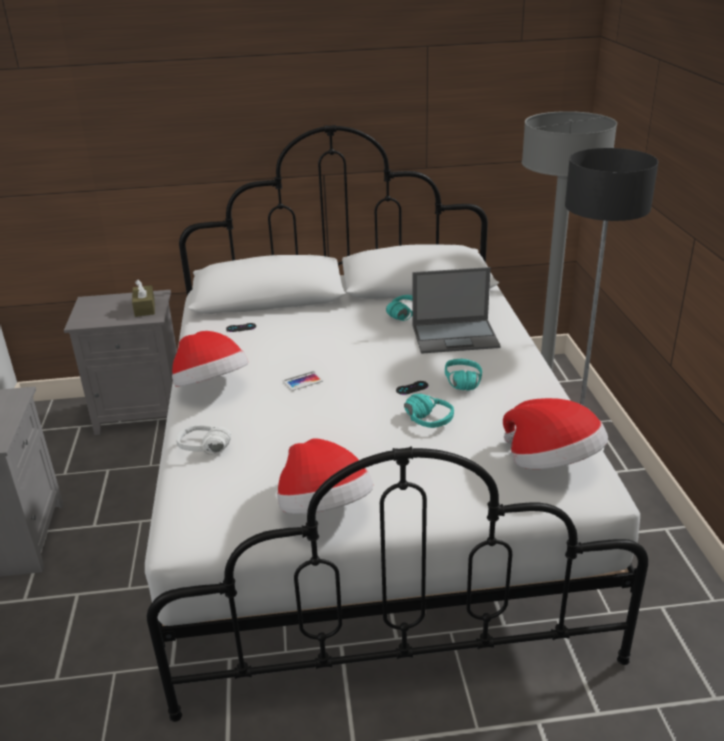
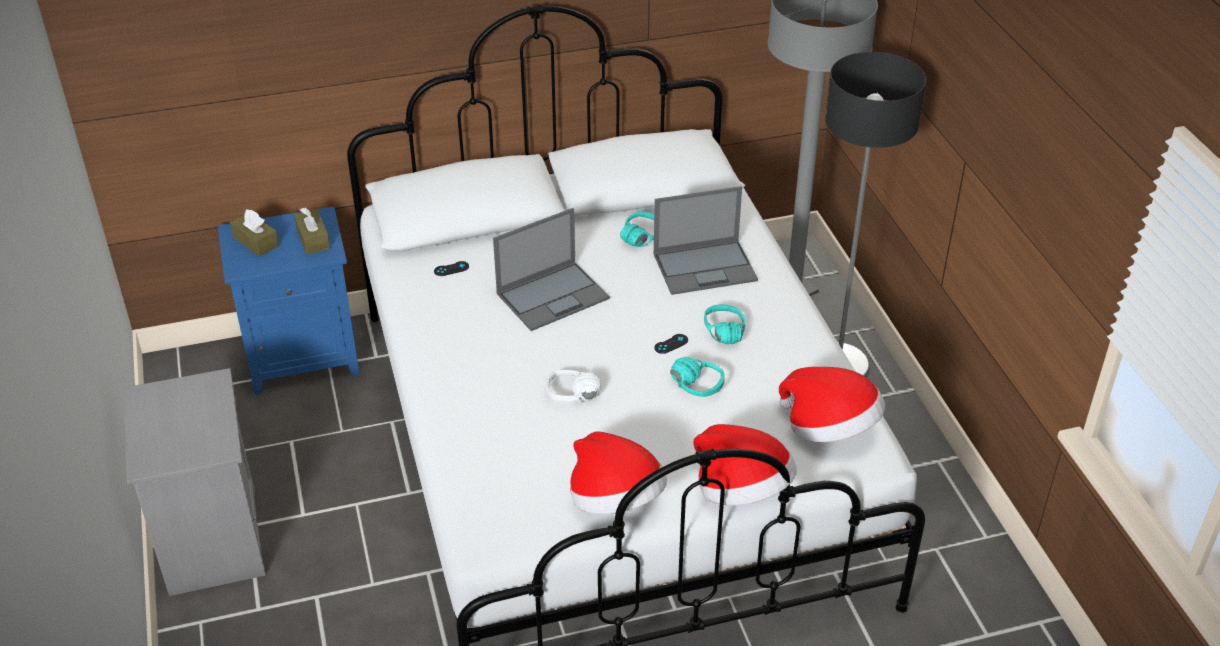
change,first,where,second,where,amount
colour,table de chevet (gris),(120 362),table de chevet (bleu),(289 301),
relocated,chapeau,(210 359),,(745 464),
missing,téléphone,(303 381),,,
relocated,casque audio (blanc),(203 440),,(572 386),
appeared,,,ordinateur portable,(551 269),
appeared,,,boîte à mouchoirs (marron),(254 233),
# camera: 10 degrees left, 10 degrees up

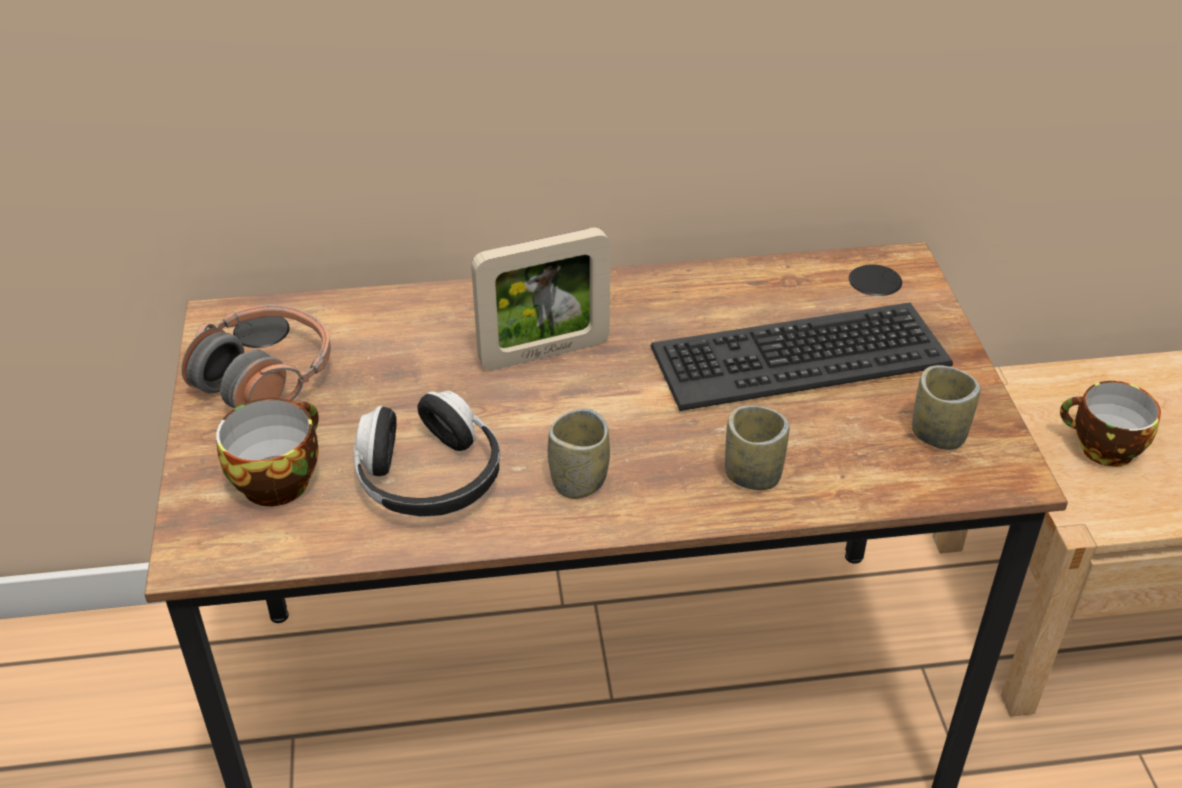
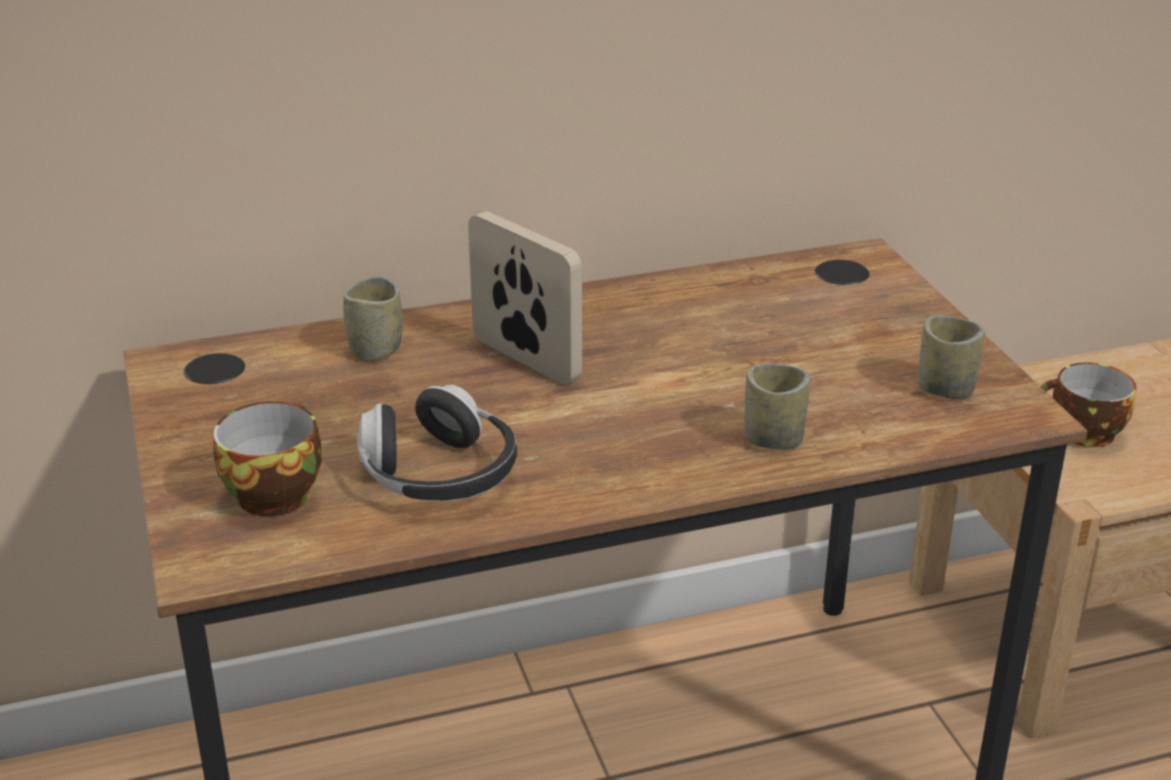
change,first,where,second,where,amount
spun,cadre photo,(541 298),,(525 298),105 degrees counterclockwise
missing,clavier,(802 356),,,
missing,casque audio,(256 356),,,
relocated,tasse,(579 454),,(373 319),
# camera: 10 degrees left, 10 degrees down

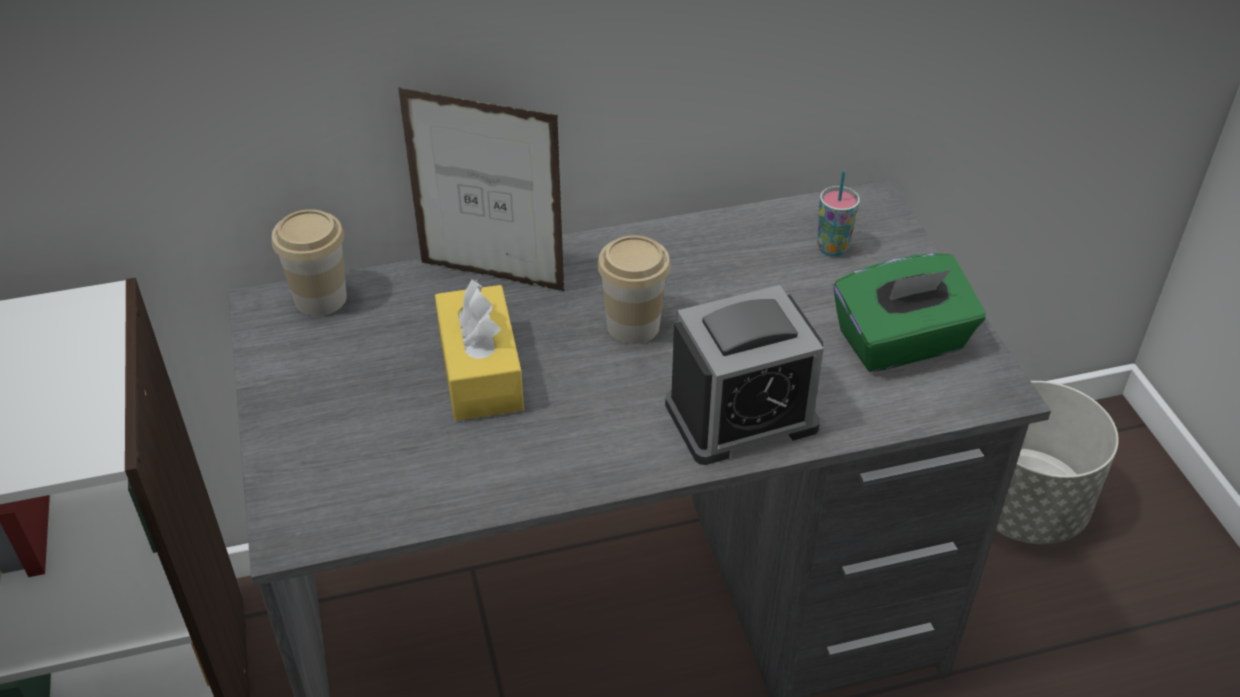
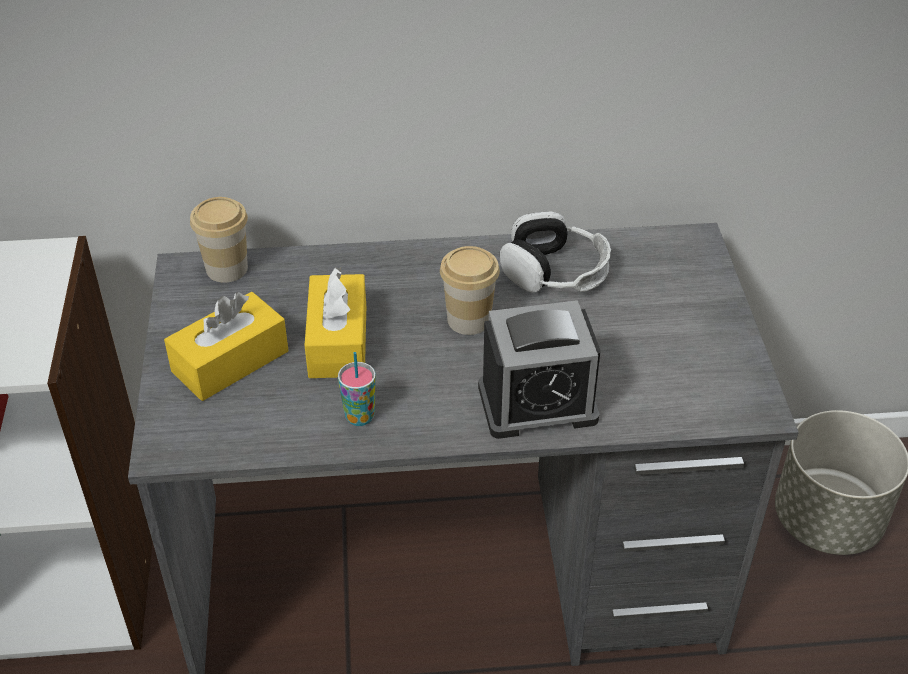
change,first,where,second,where,amount
missing,cadre photo,(481 189),,,
relocated,tasse,(838 214),,(357 389),
missing,boîte à mouchoirs (vert),(910 312),,,
appeared,,,casque audio,(555 252),
appeared,,,boîte à mouchoirs (jaune),(226 346),
# camera: 10 degrees right, 0 degrees up

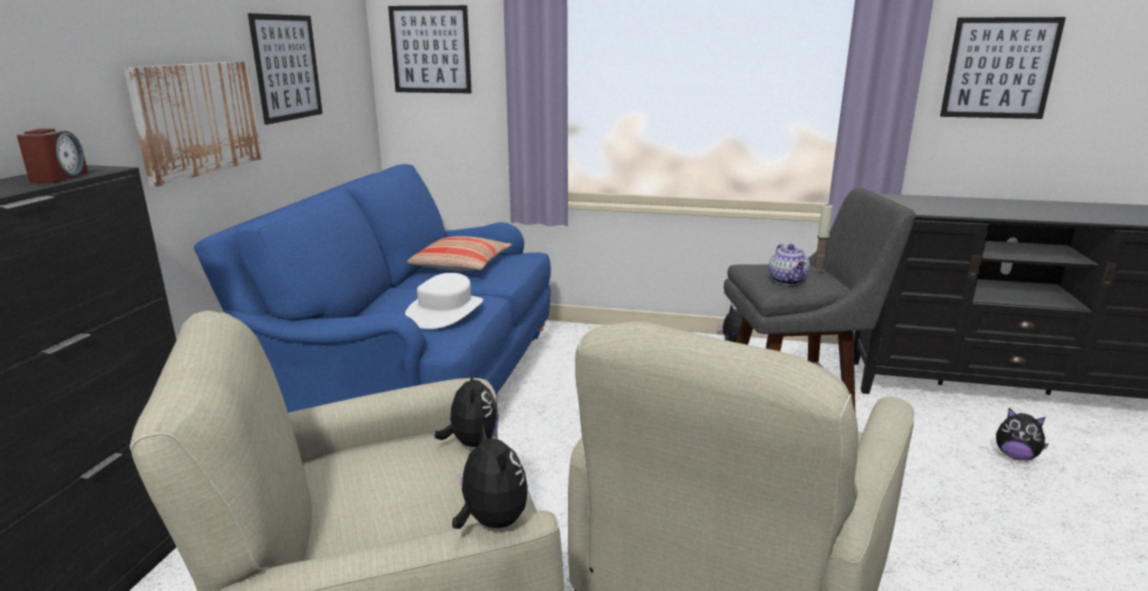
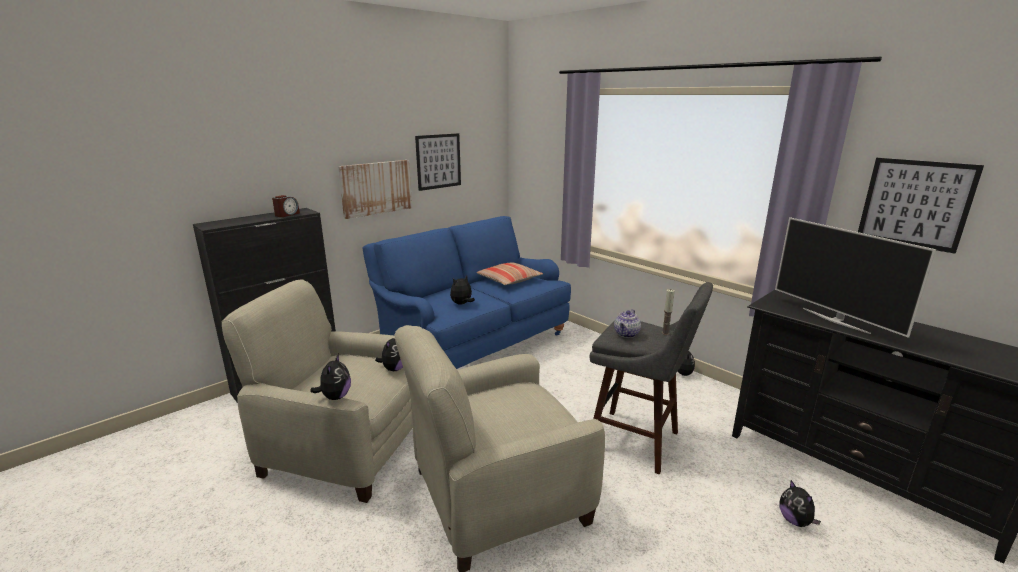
change,first,where,second,where,amount
missing,tableau,(430 49),,,
exchanged,chapeau (blanc),(444 301),peluche,(462 290),
appeared,,,téléviseur,(855 277),
# camera: 35 degrees right, 0 degrees up

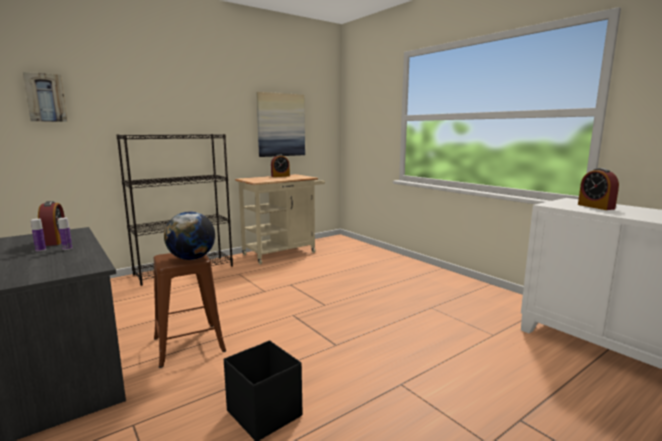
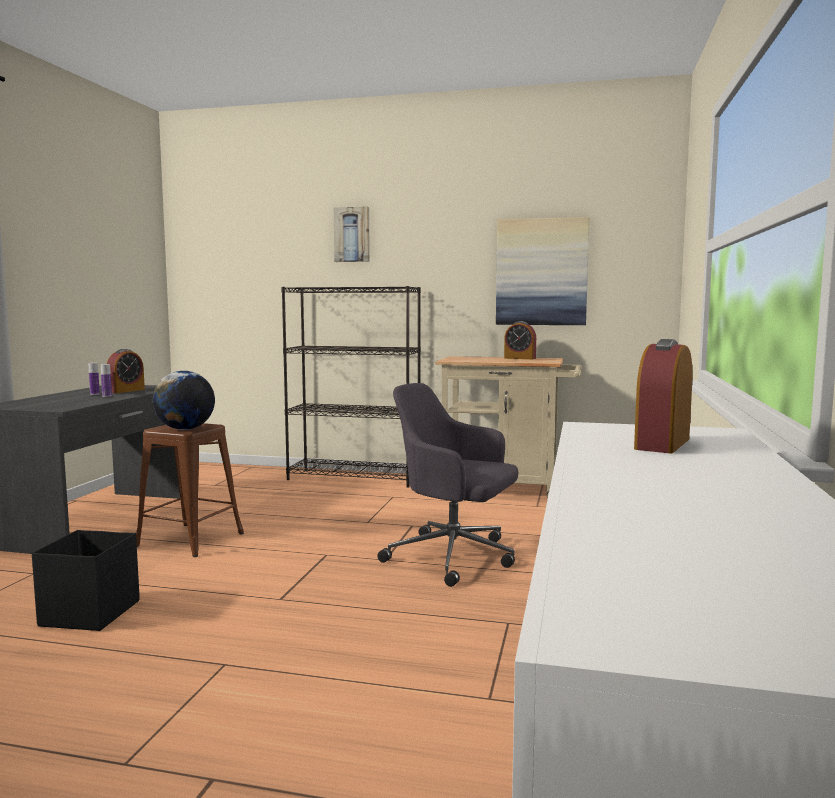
change,first,where,second,where,amount
relocated,tableau,(45 97),,(352 234),
appeared,,,chaise de bureau (gris),(447 485),
# camera: 50 degrees right, 5 degrees down

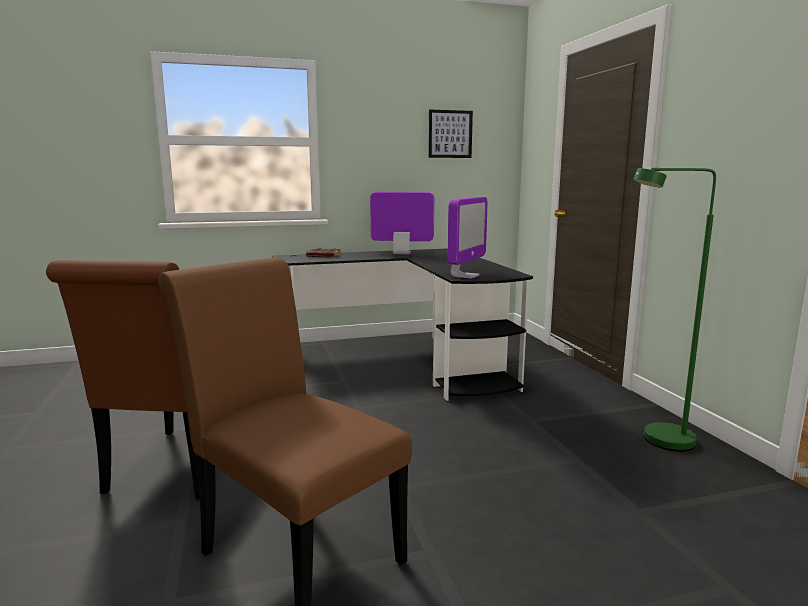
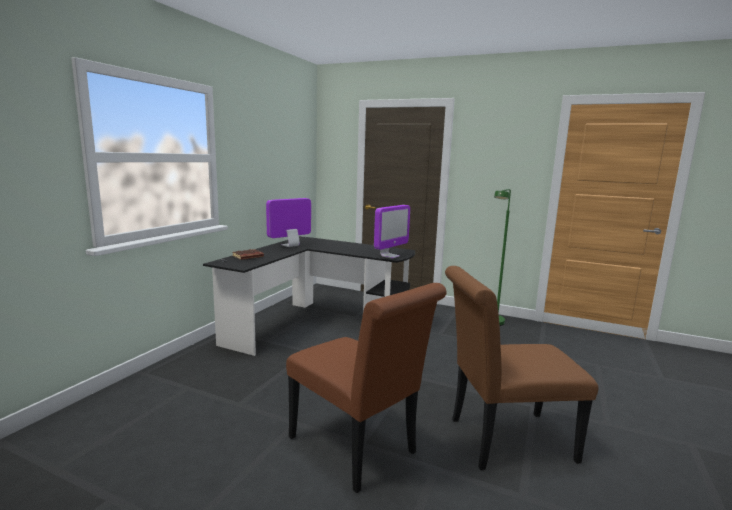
change,first,where,second,where,amount
missing,tableau,(450 133),,,
spun,écran d'ordinateur,(468 237),,(392 231),60 degrees clockwise
# camera: 50 degrees left, 0 degrees up

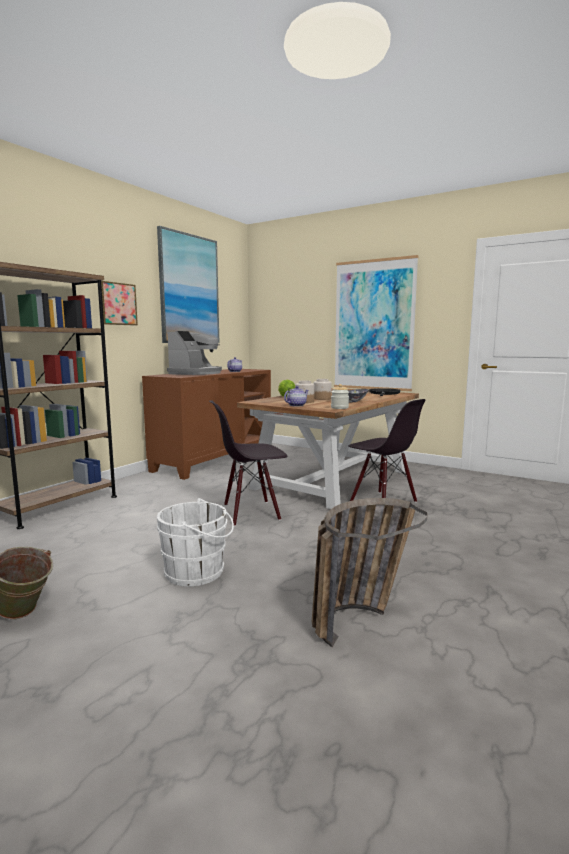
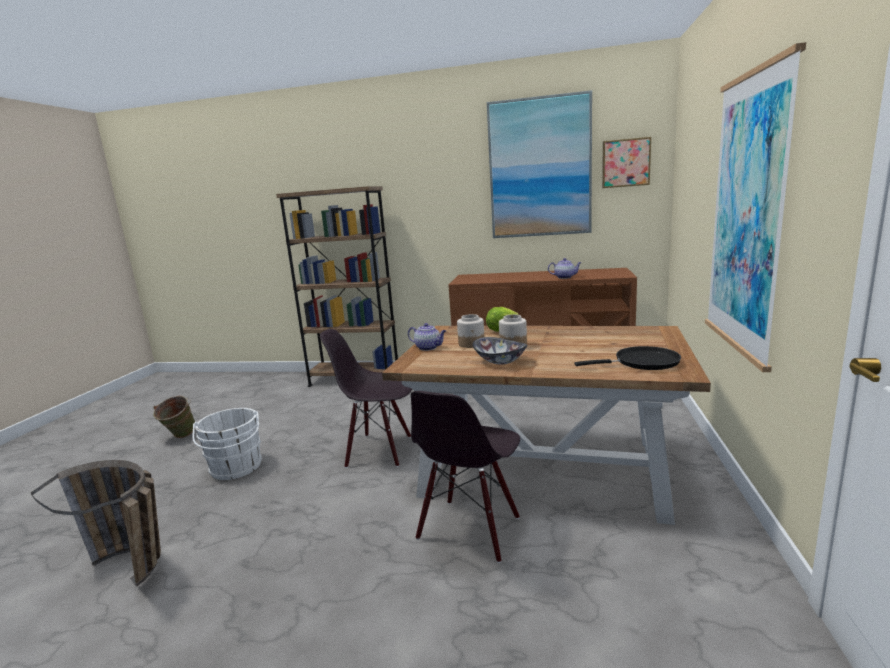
change,first,where,second,where,amount
relocated,tableau,(119 303),,(626 162),
missing,machine à café,(194 353),,,
missing,bocal,(340 396),,,
spun,chaise (noir),(248 463),,(366 398),45 degrees counterclockwise
# camera: 70 degrees right, 5 degrees up

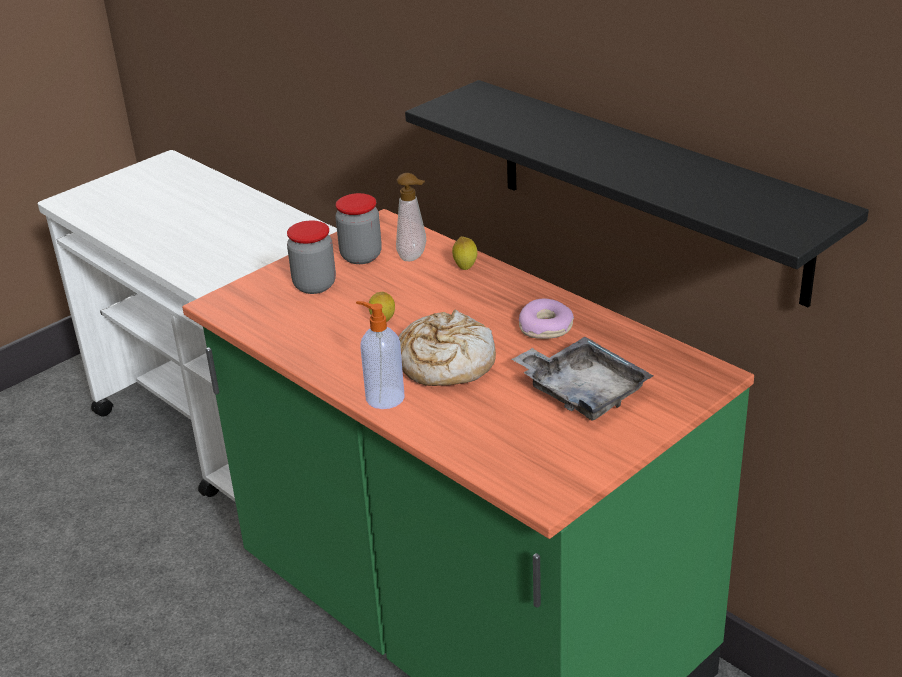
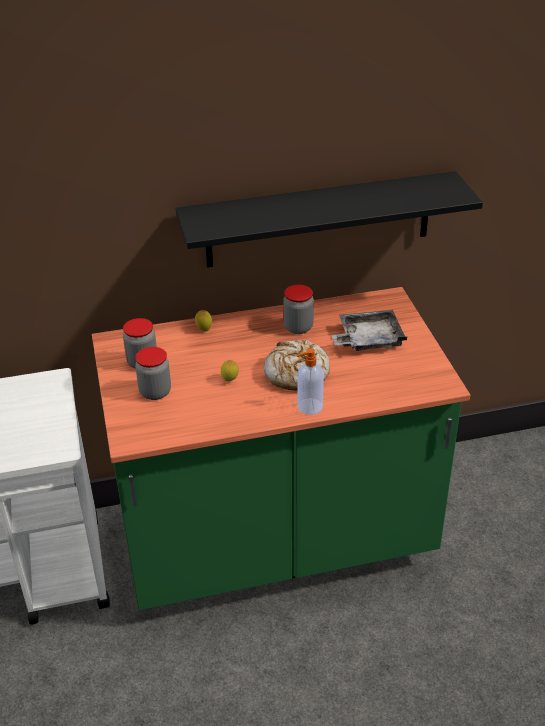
change,first,where,second,where,amount
missing,distributeur de savon,(411 217),,,
exchanged,beignet,(546 319),bocal,(298 309),
# camera: 60 degrees left, 5 degrees up

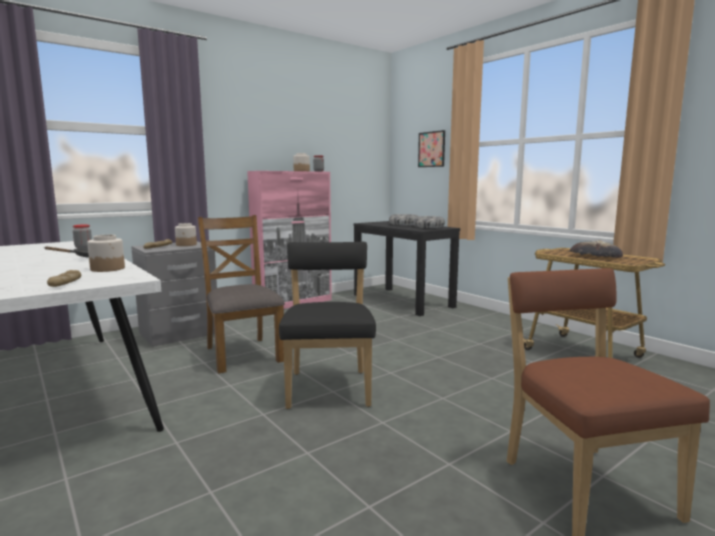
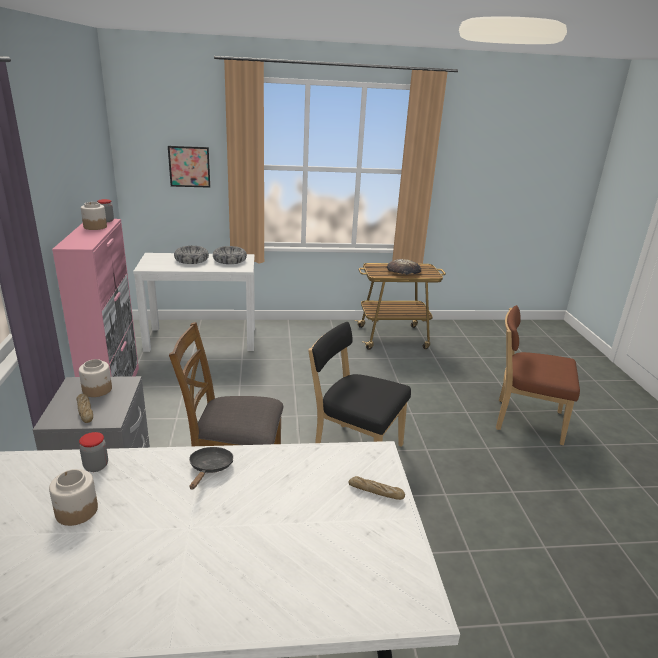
change,first,where,second,where,amount
colour,table console (noir),(407 268),table console (blanc),(194 302),
relocated,bocal,(106 253),,(73 497),
# camera: 60 degrees left, 15 degrees up

